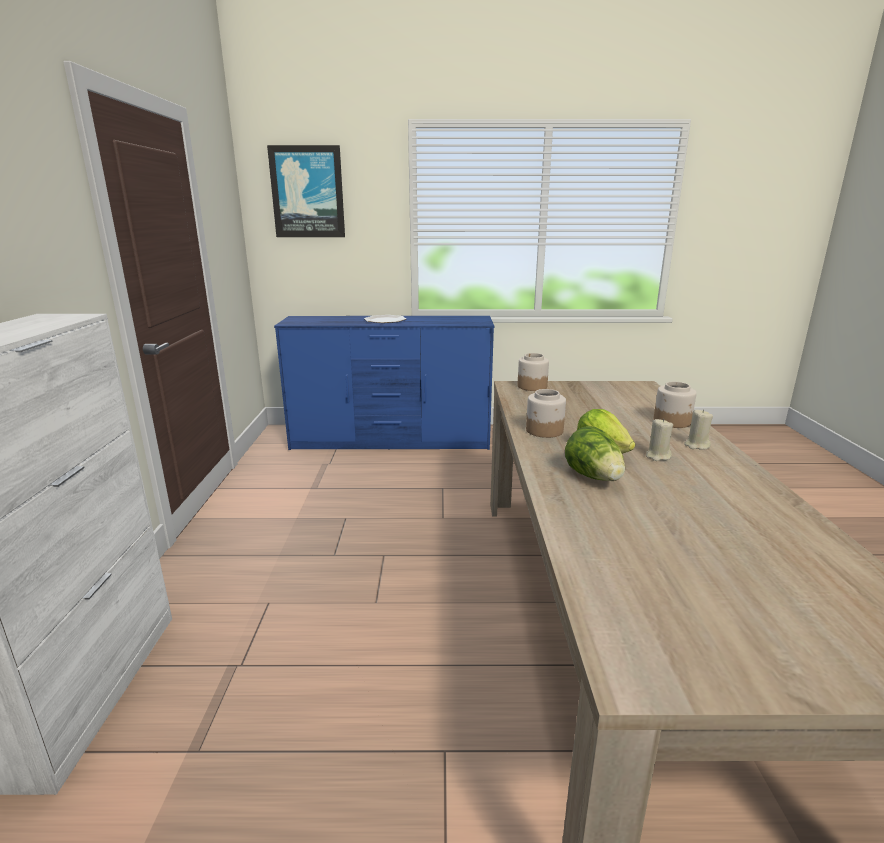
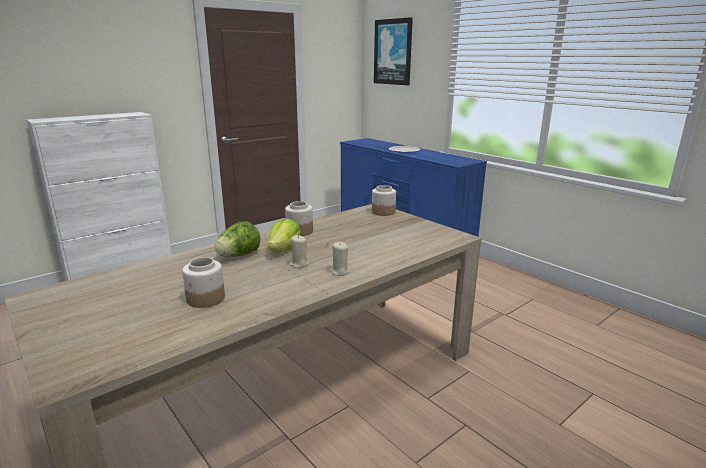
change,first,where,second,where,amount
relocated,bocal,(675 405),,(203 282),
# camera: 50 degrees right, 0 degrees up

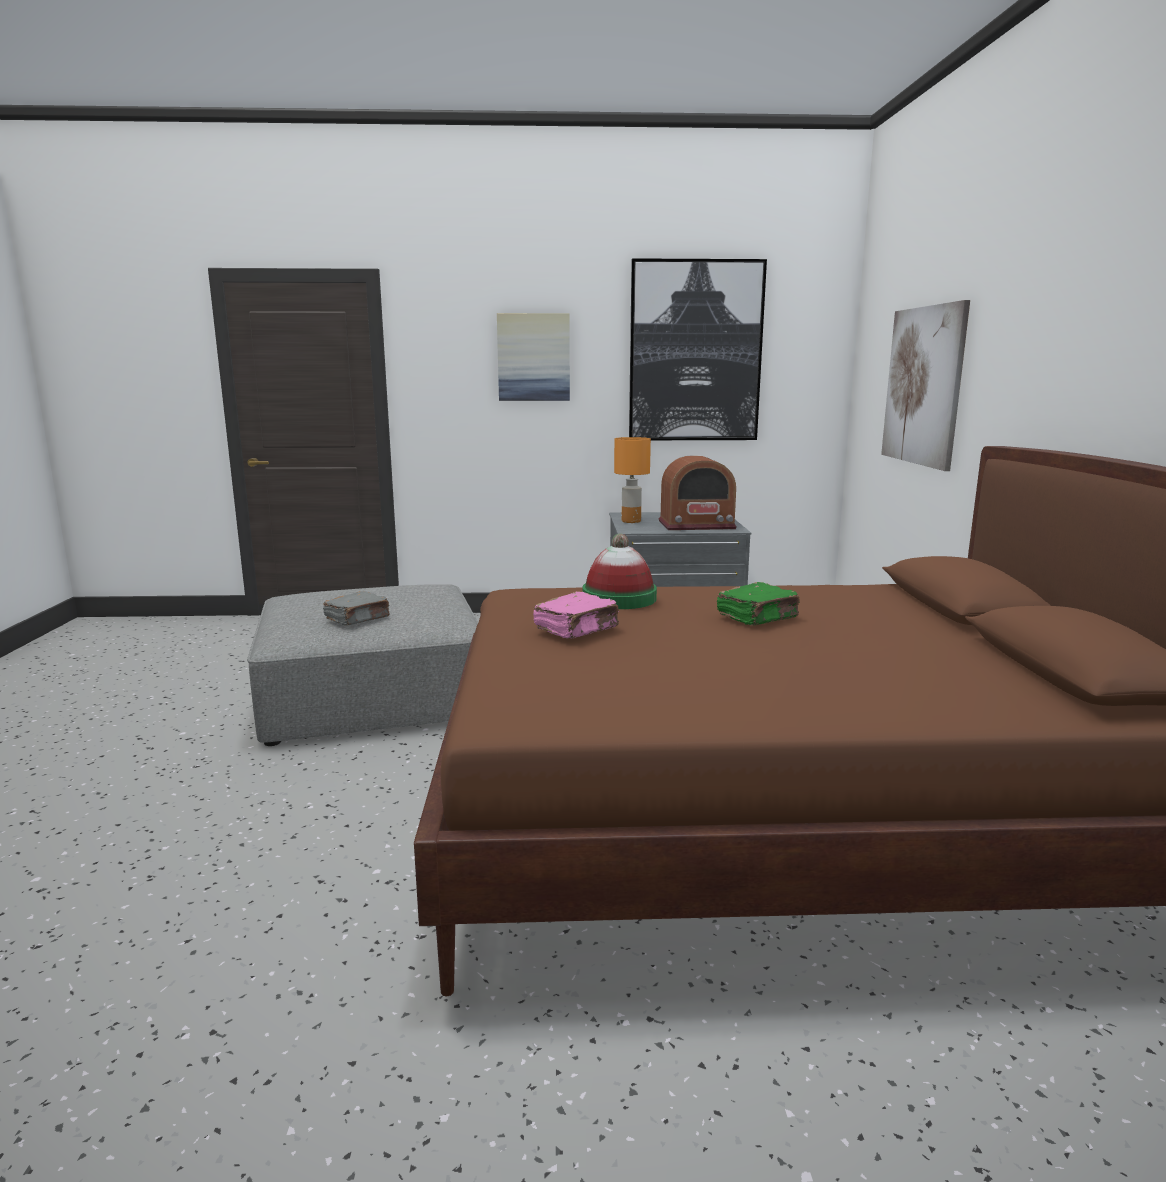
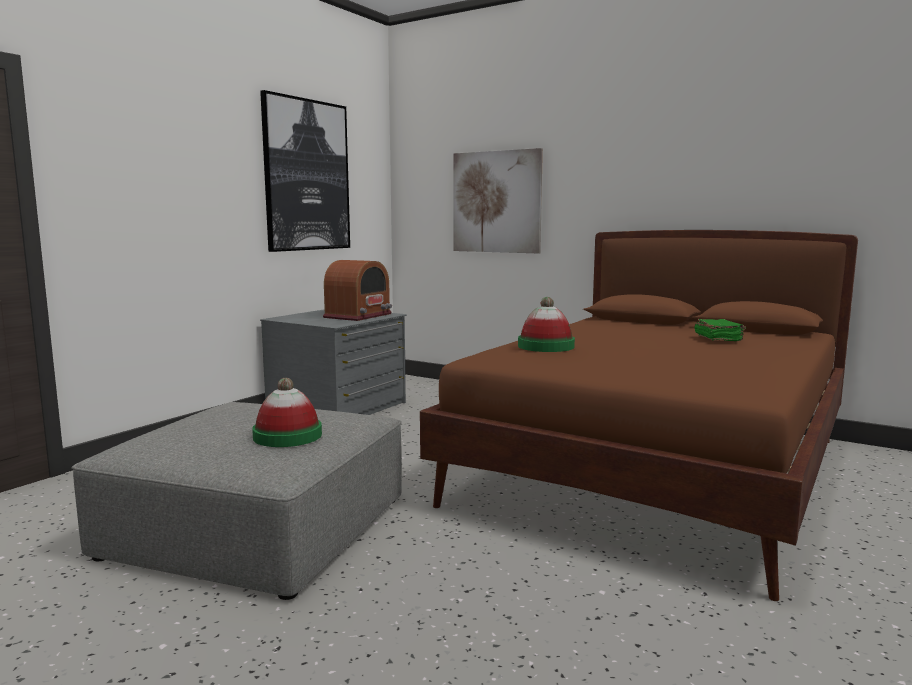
change,first,where,second,where,amount
missing,tableau,(533 357),,,
missing,lampe de table (orange),(632 480),,,
relocated,livre (vert),(758 603),,(720 330),
exchanged,livre (gris),(356 608),chapeau,(287 412),
missing,livre (rose),(576 615),,,
# camera: 55 degrees left, 5 degrees down

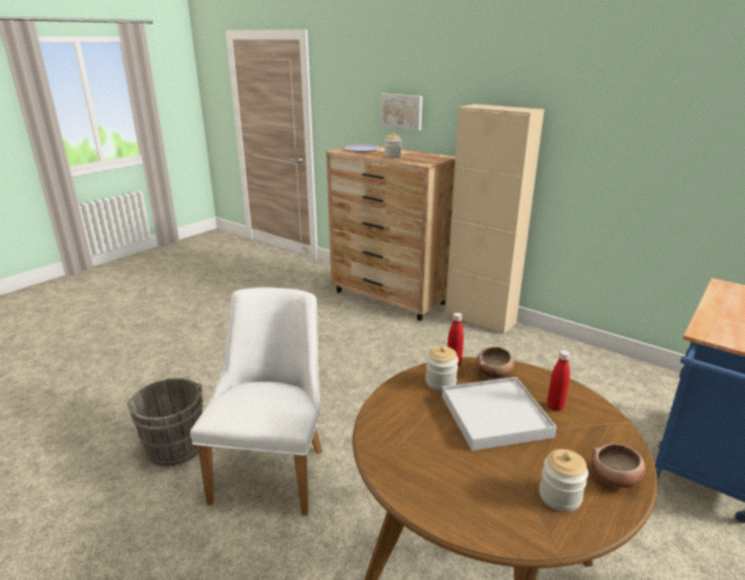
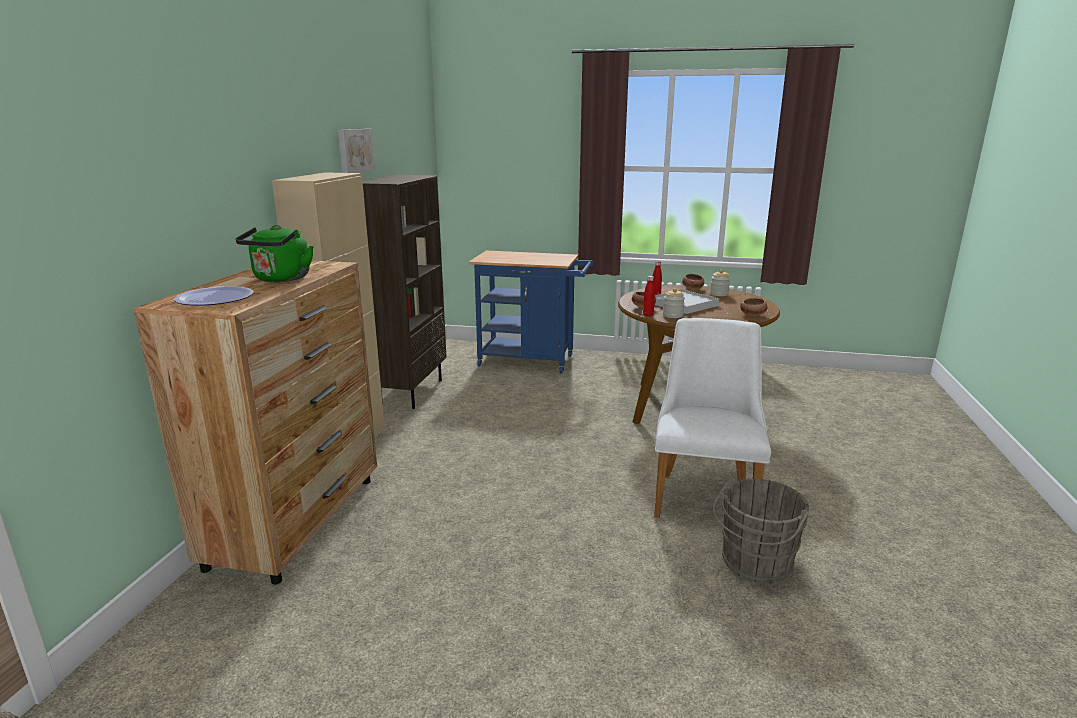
change,first,where,second,where,amount
relocated,tableau,(401 112),,(357 151),
exchanged,bocal,(393 145),bouilloire (vert),(274 253),
spun,chaise (blanc),(256 401),,(712 418),120 degrees clockwise
appeared,,,bibliothèque (marron),(405 292),
appeared,,,bol,(753 307),
# camera: 115 degrees left, 5 degrees down

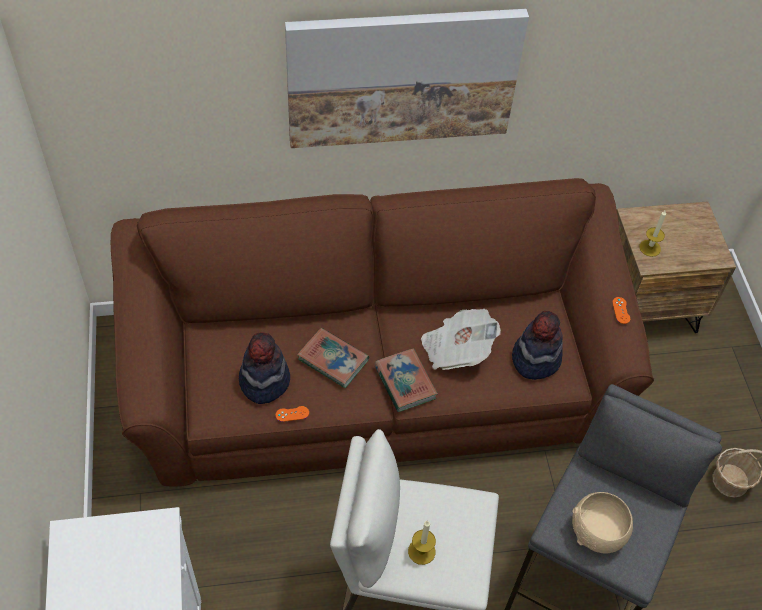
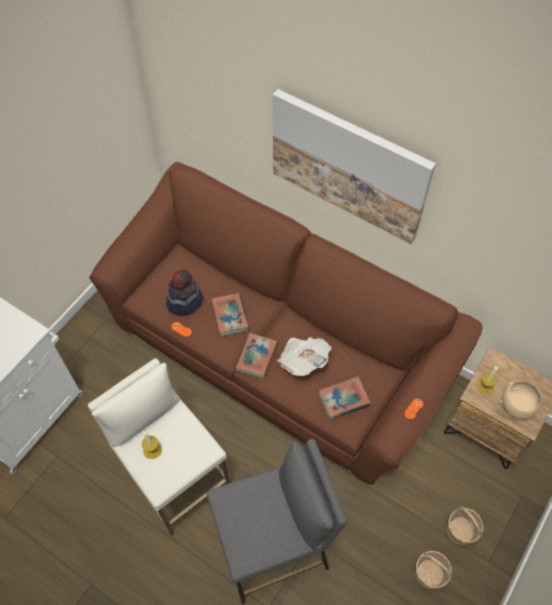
change,first,where,second,where,amount
exchanged,chapeau,(537 345),livre,(344 398),
relocated,bol (beige),(602 523),,(521 400),
appeared,,,panier,(465 525),
# camera: 45 degrees right, 5 degrees up

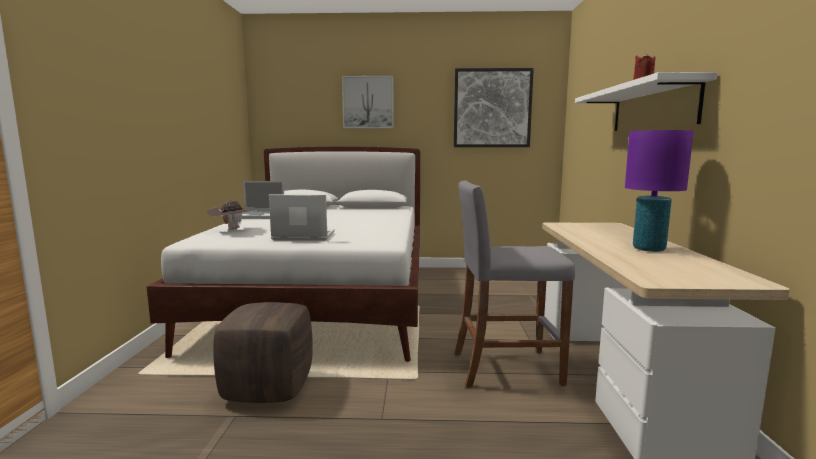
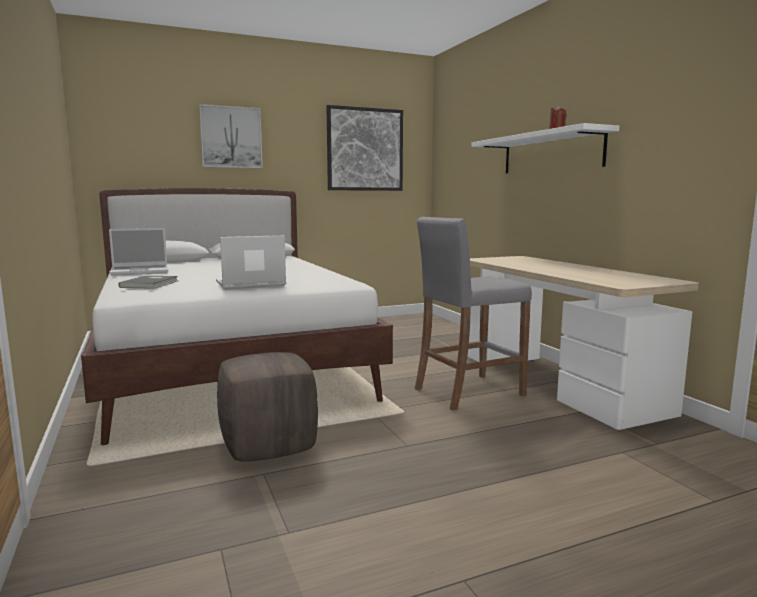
change,first,where,second,where,amount
missing,lampe de table (violet),(659 191),,,
exchanged,chapeau (marron),(230 215),livre (gris),(148 282),
# camera: 25 degrees left, 0 degrees up

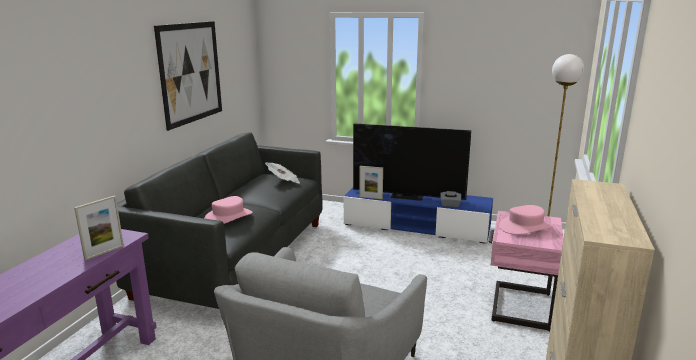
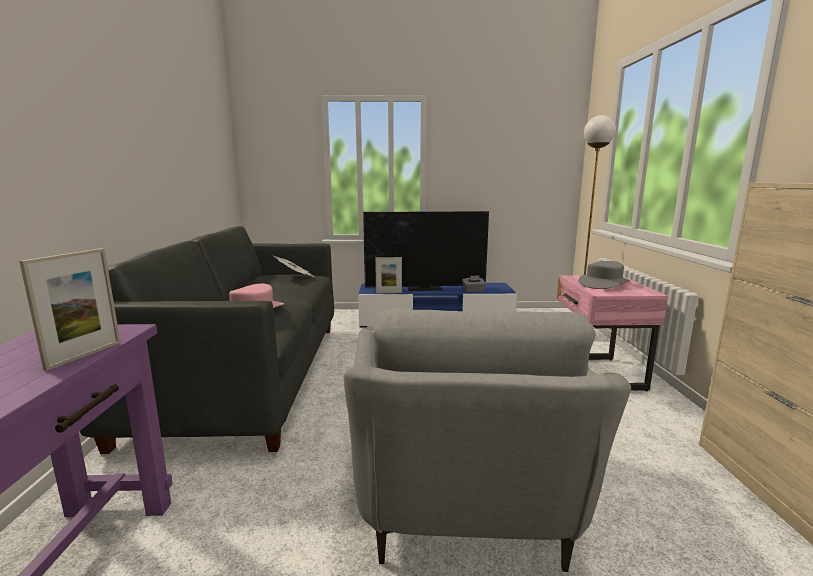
change,first,where,second,where,amount
missing,tableau,(188 76),,,
colour,chapeau (rose),(526 220),chapeau (gris),(605 275),
# camera: 20 degrees left, 5 degrees down

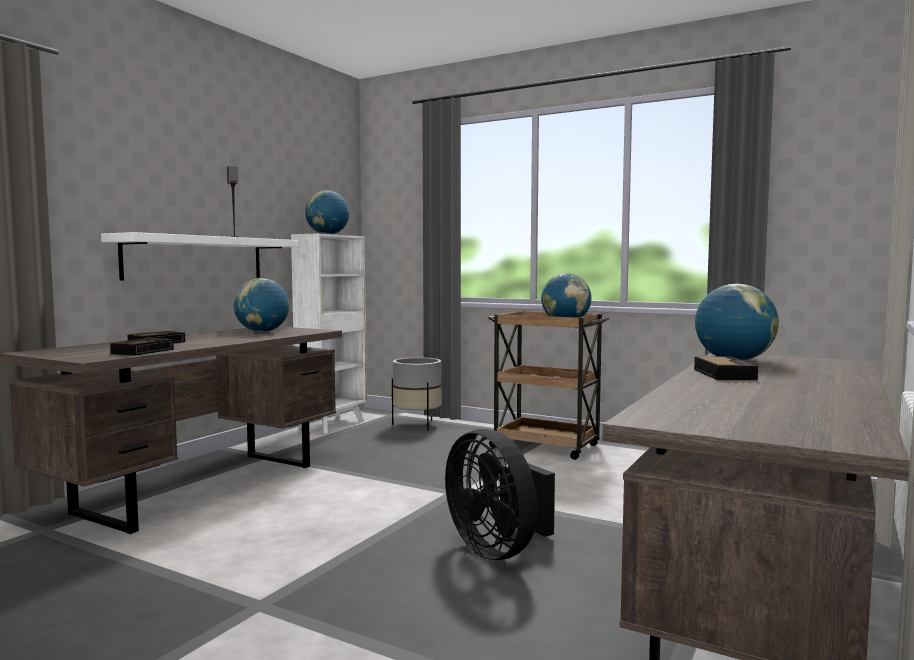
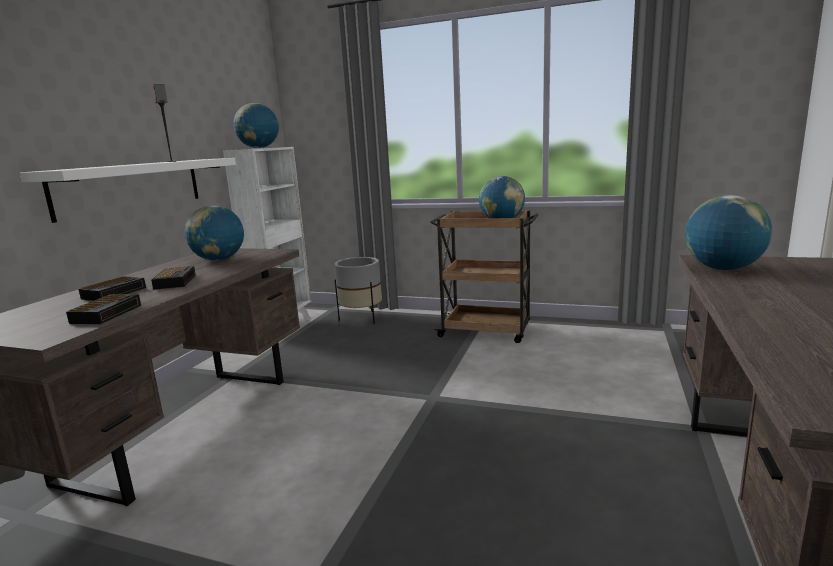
change,first,where,second,where,amount
relocated,réveil,(726 368),,(173 278),
missing,ventilateur (noir),(500 494),,,
# camera: 10 degrees left, 10 degrees up

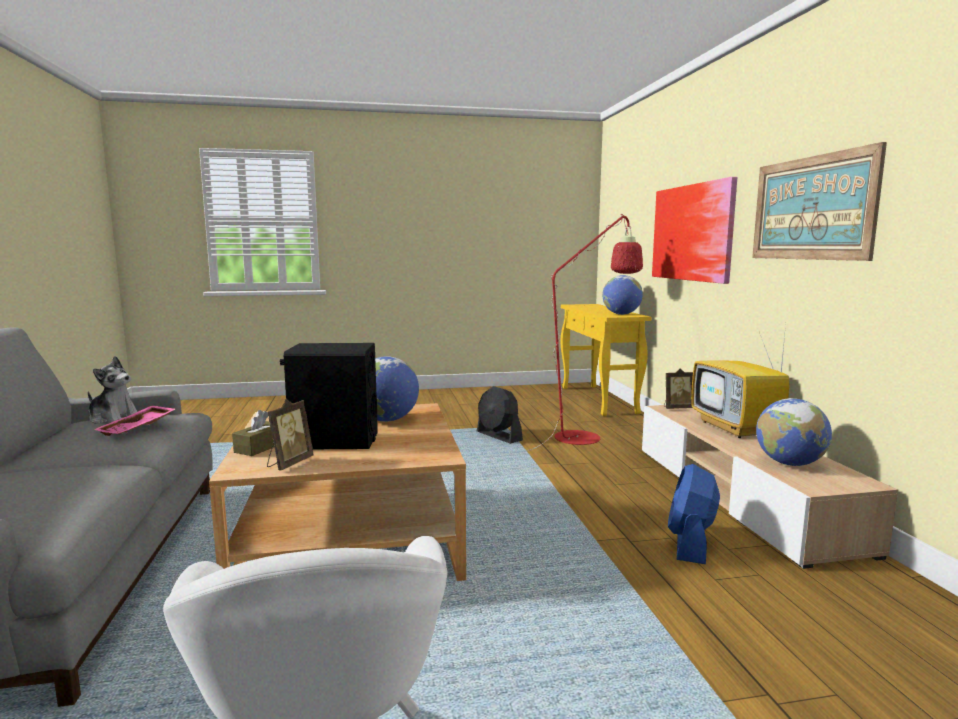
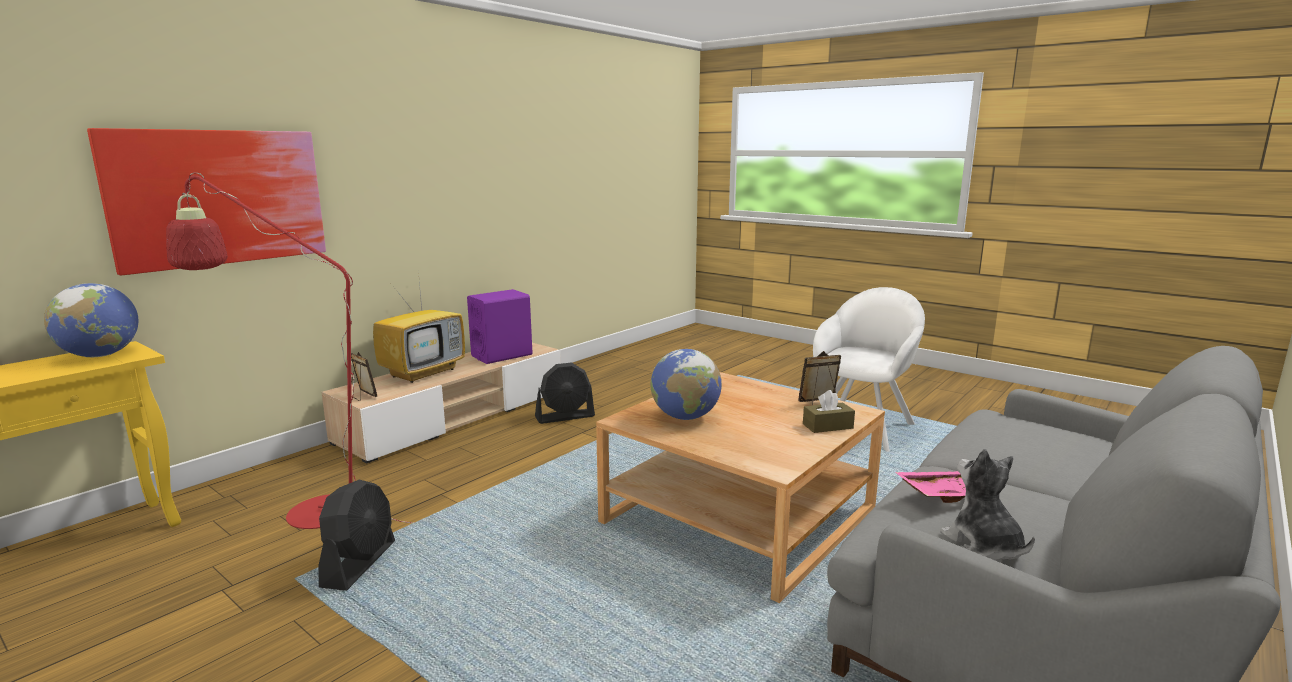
change,first,where,second,where,amount
missing,tableau,(819 201),,,
missing,enceinte (noir),(329 396),,,
exchanged,globe,(794 432),enceinte (violet),(499 326),
colour,ventilateur (bleu),(694 514),ventilateur (noir),(565 393),
# camera: 130 degrees left, 5 degrees up

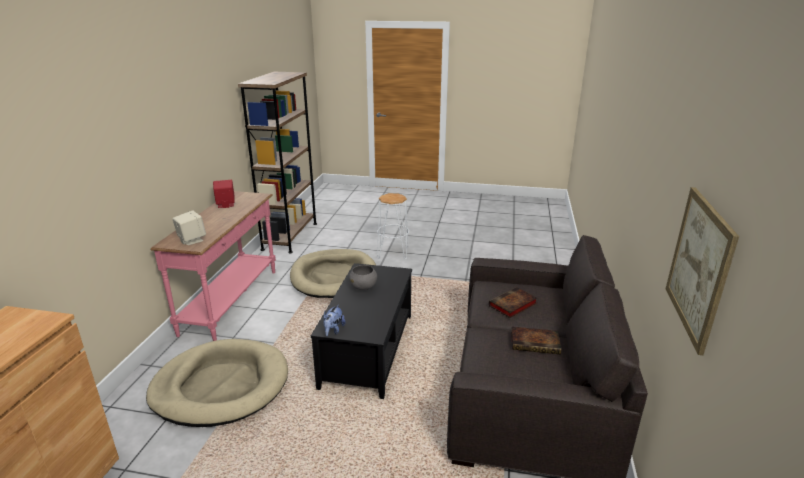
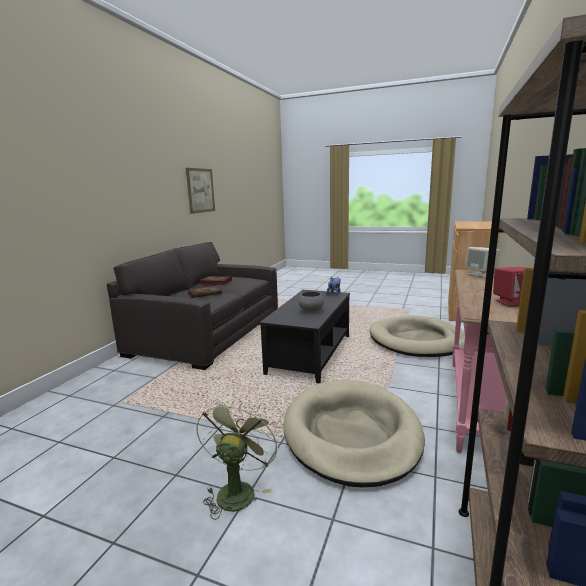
change,first,where,second,where,amount
exchanged,tabouret (blanc),(393 226),ventilateur (vert),(237 458),
# camera: 170 degrees left, 10 degrees down

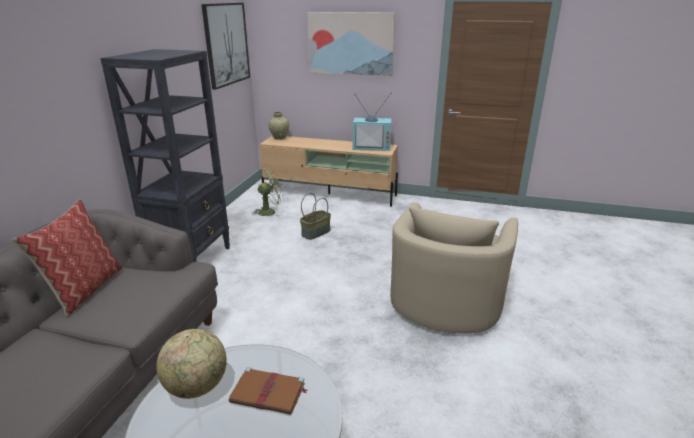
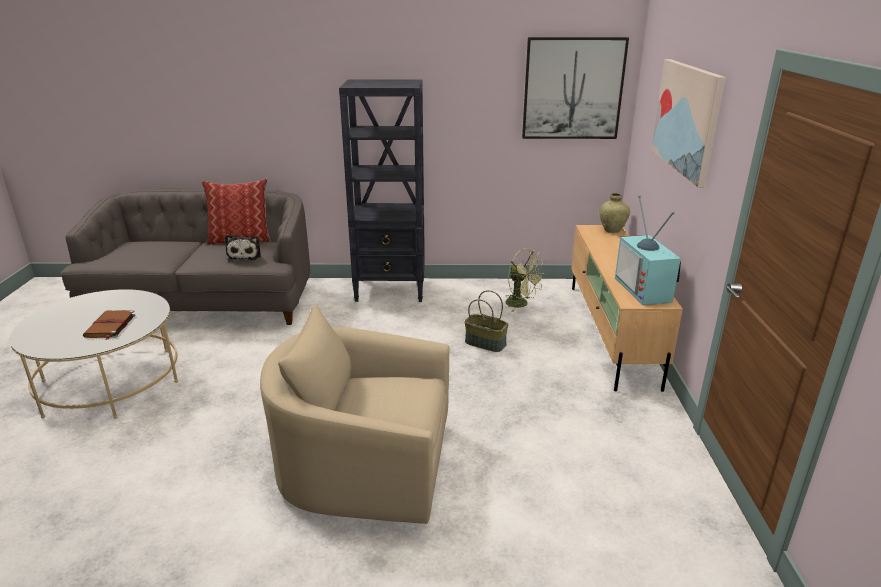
change,first,where,second,where,amount
missing,globe,(191 364),,,
appeared,,,peluche,(243 248),
# camera: 75 degrees right, 0 degrees up

